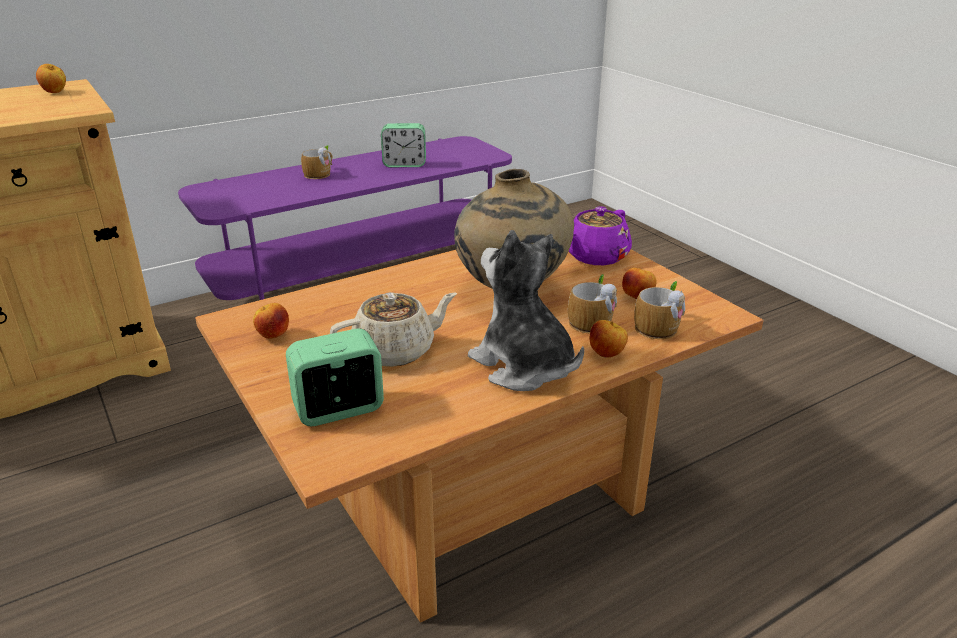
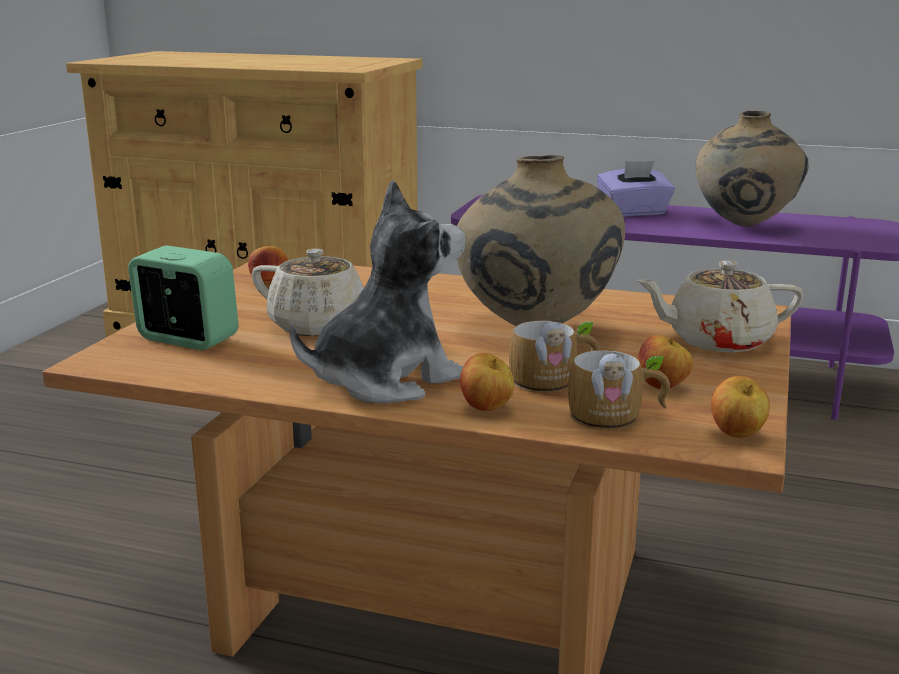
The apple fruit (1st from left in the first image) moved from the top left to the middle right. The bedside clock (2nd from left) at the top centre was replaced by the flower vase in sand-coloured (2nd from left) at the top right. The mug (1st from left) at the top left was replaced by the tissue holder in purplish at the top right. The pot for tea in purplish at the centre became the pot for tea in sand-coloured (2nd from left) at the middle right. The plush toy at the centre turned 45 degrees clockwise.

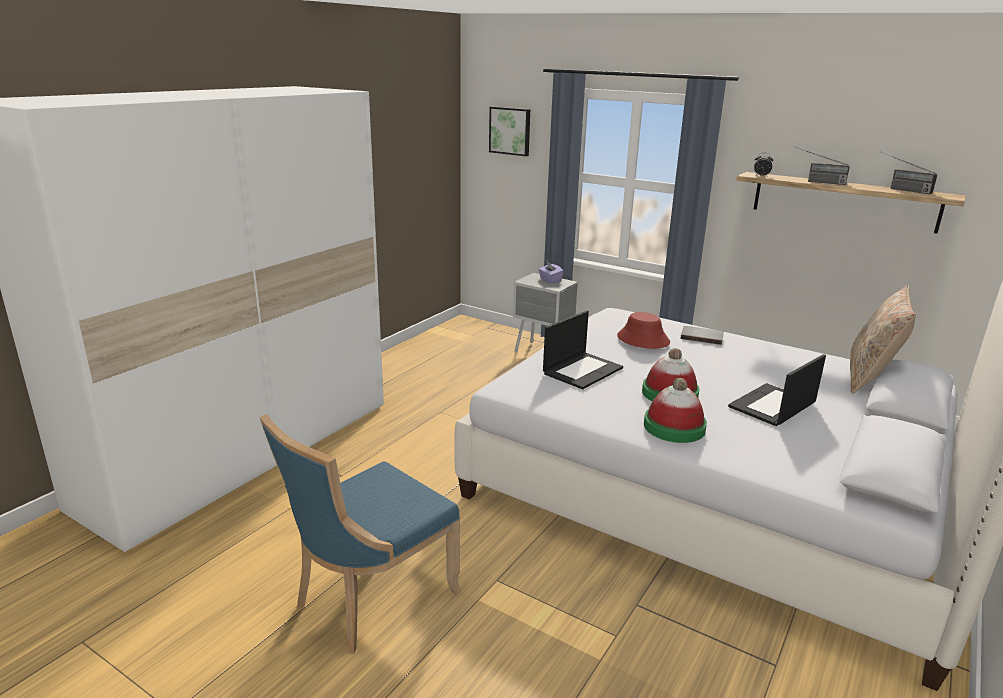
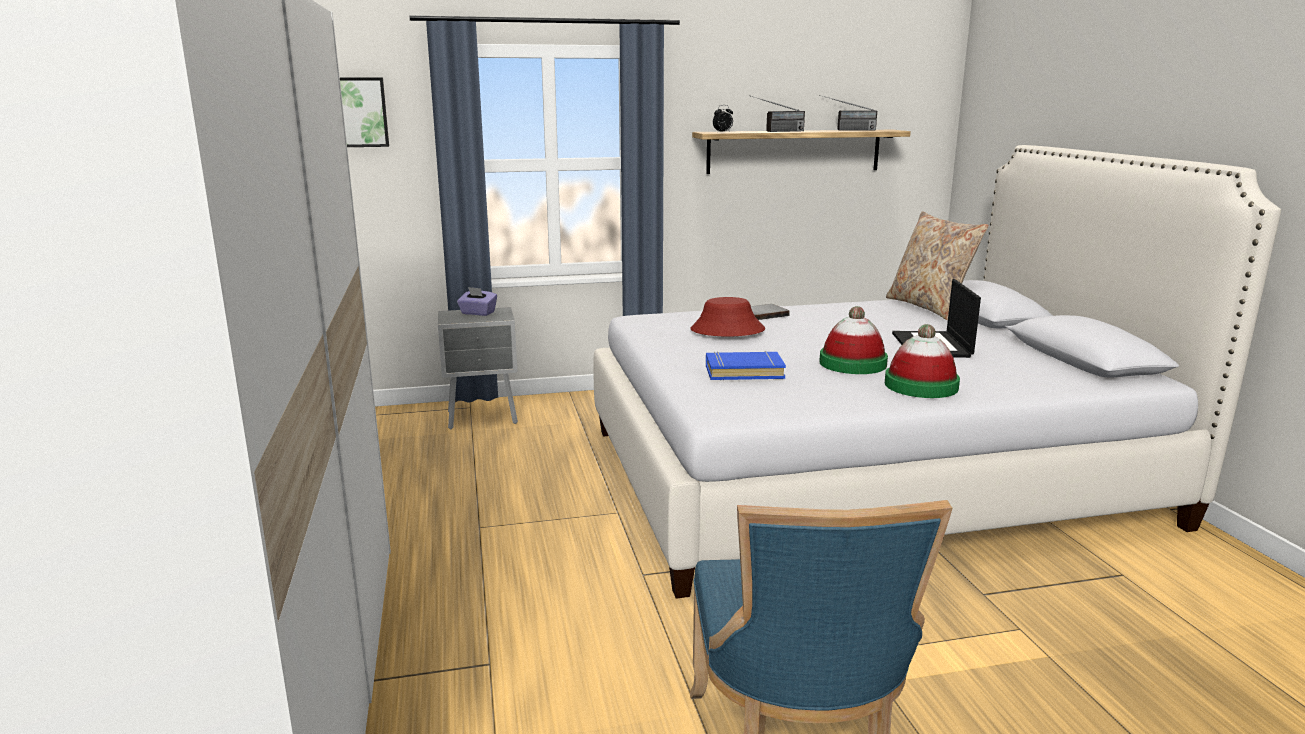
The portable computer (1st from left) at the centre was replaced by the volume in blue at the centre.

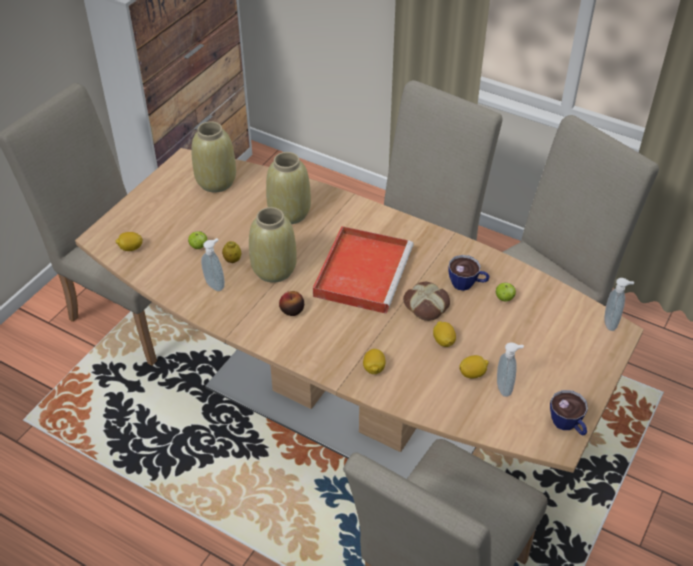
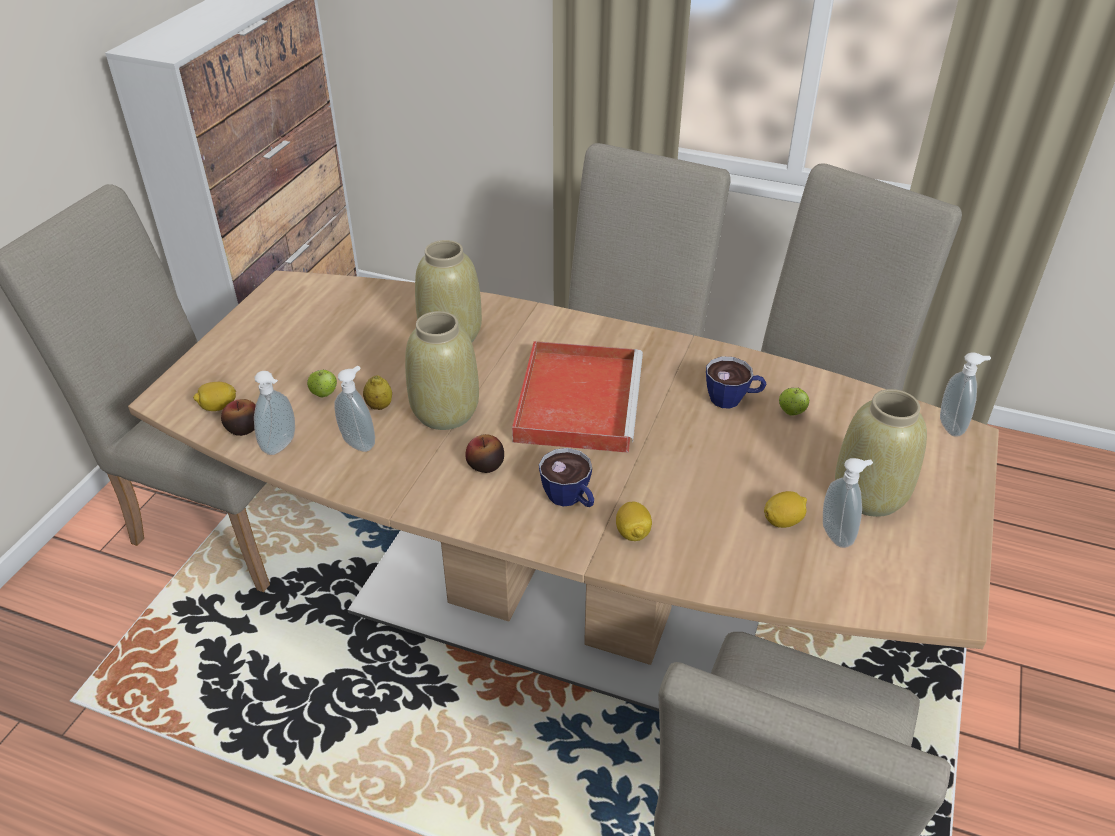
The flower vase in sand-coloured (1st from left in the first image) moved from the top left to the middle right. The baked bread at the centre disappeared. The citrus fruit (4th from left) at the centre disappeared. The cup (2nd from left in the first image) moved from the bottom right to the centre. The soap dispenser (1st from left) at the middle left appeared. The apple fruit (1st from left) at the middle left appeared.

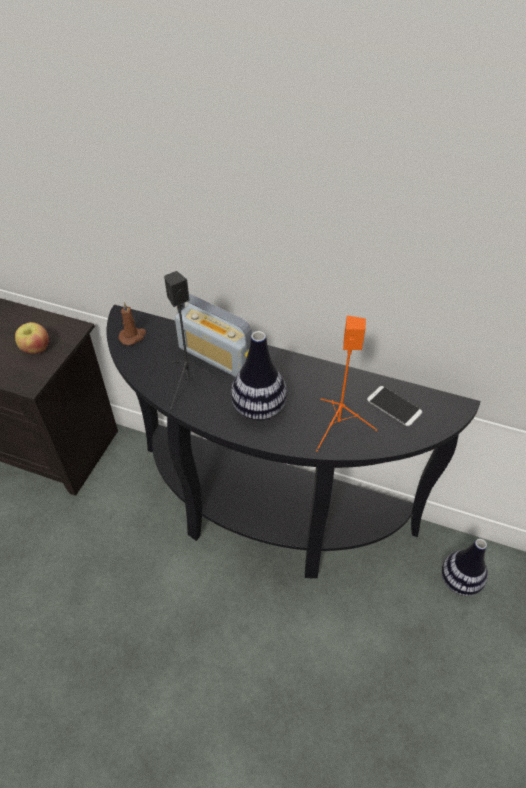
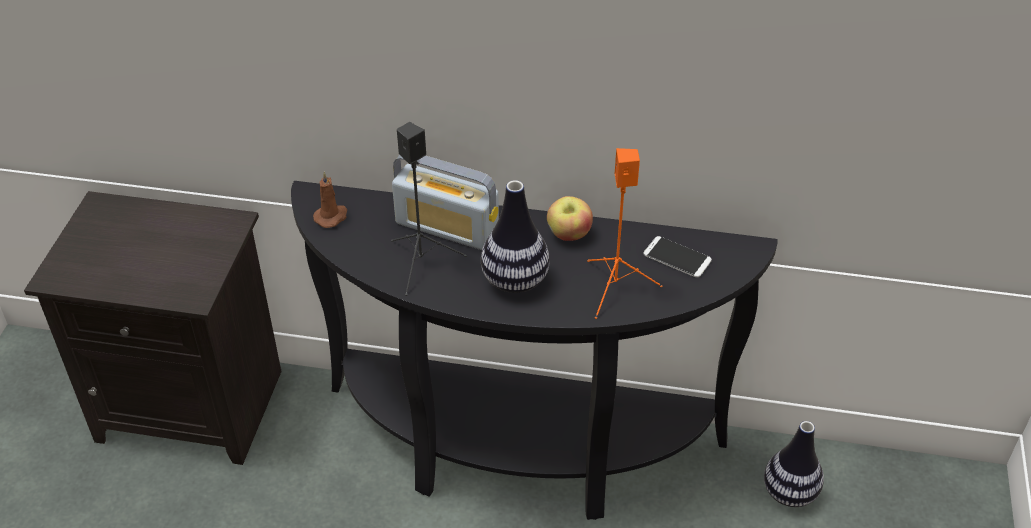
The apple fruit moved from the middle left to the centre.

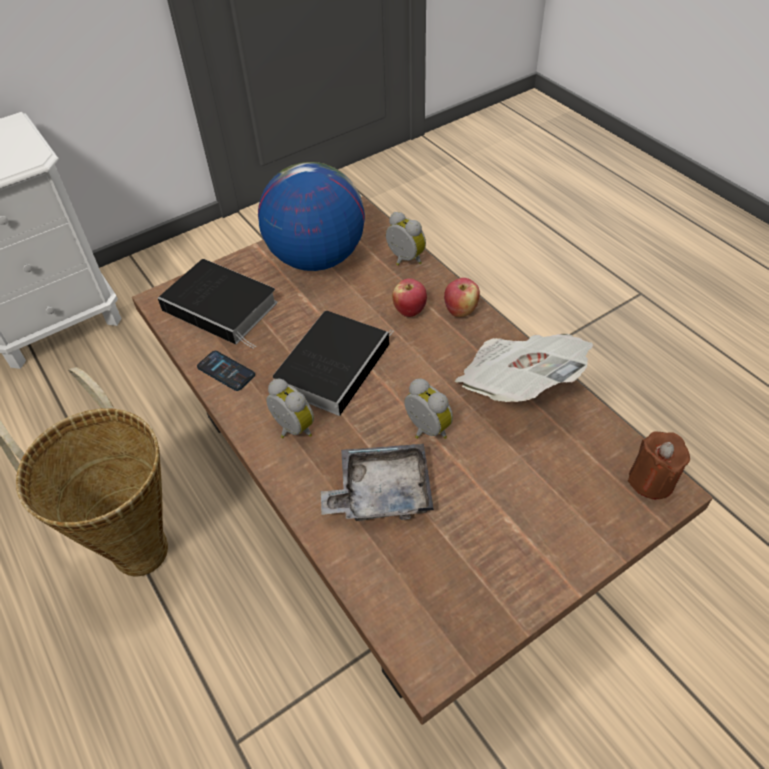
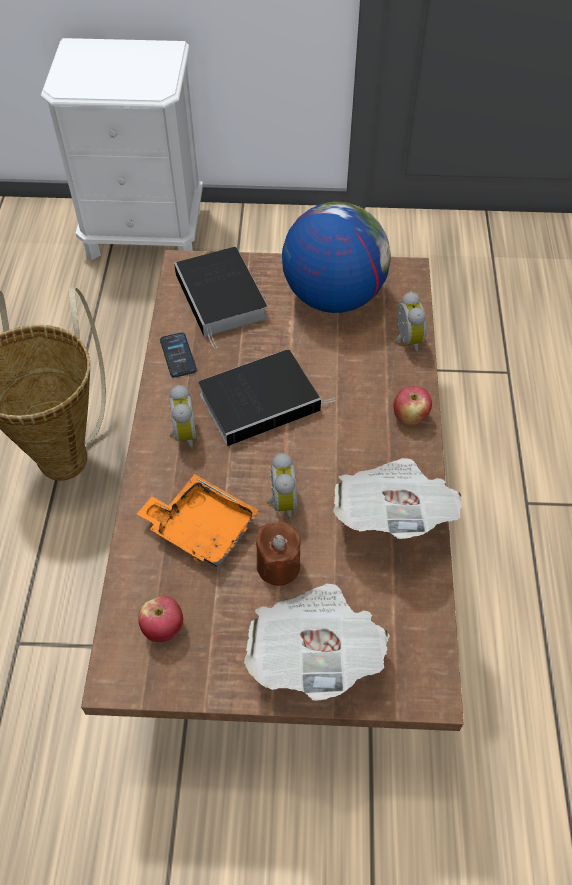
The apple fruit (1st from left) moved from the centre to the bottom left. The wax light in brown moved from the middle right to the centre. The tray in gray at the centre became the tray in orange at the centre. The daily paper (1st from left) at the bottom centre appeared.

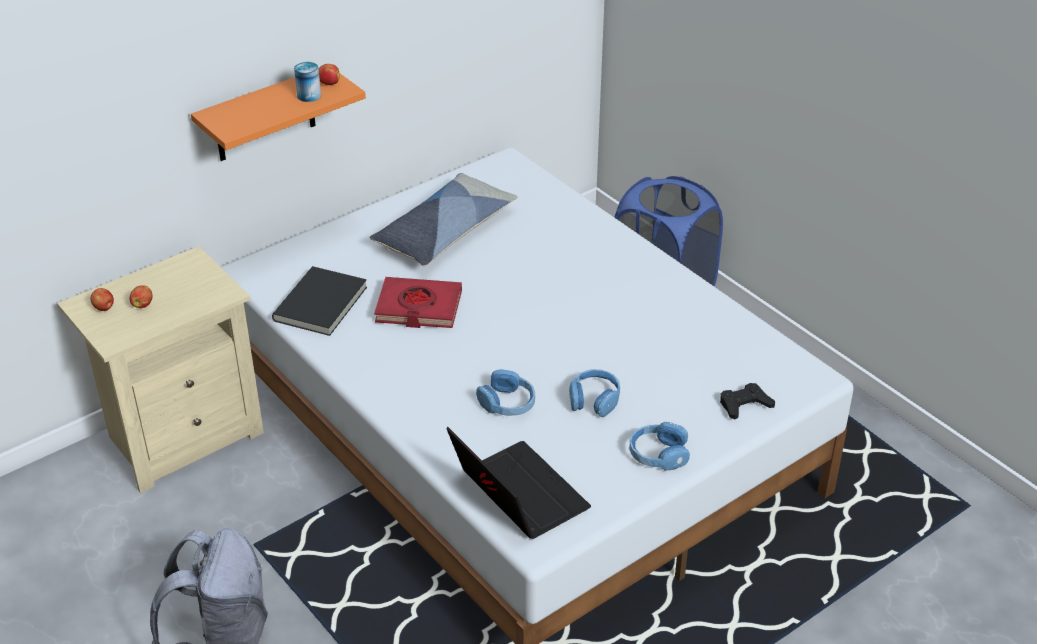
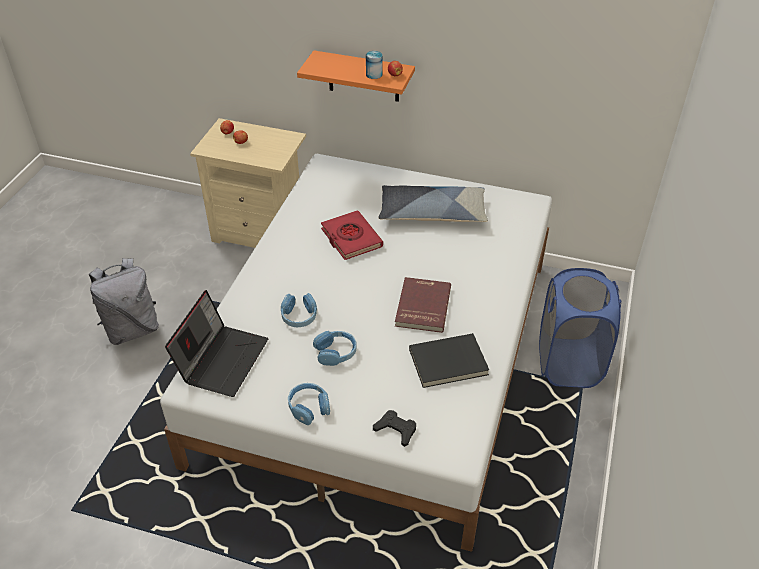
The volume in black moved from the middle left to the centre. The volume in red (2nd from left) at the centre appeared.

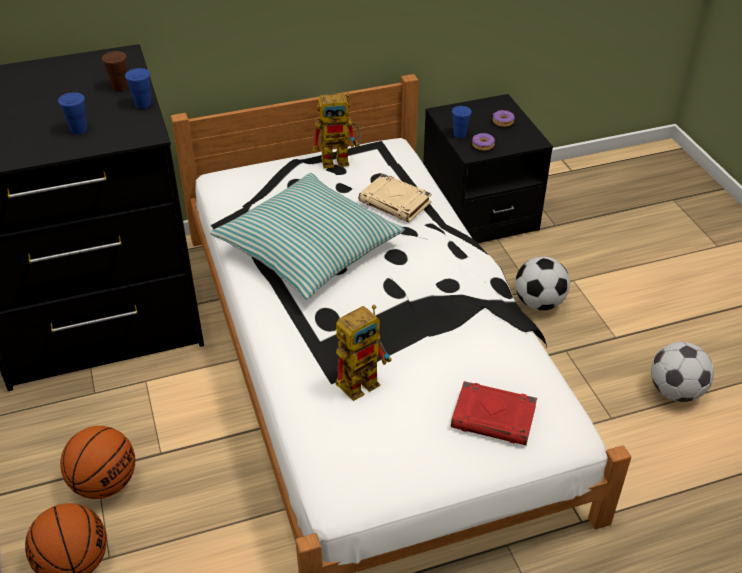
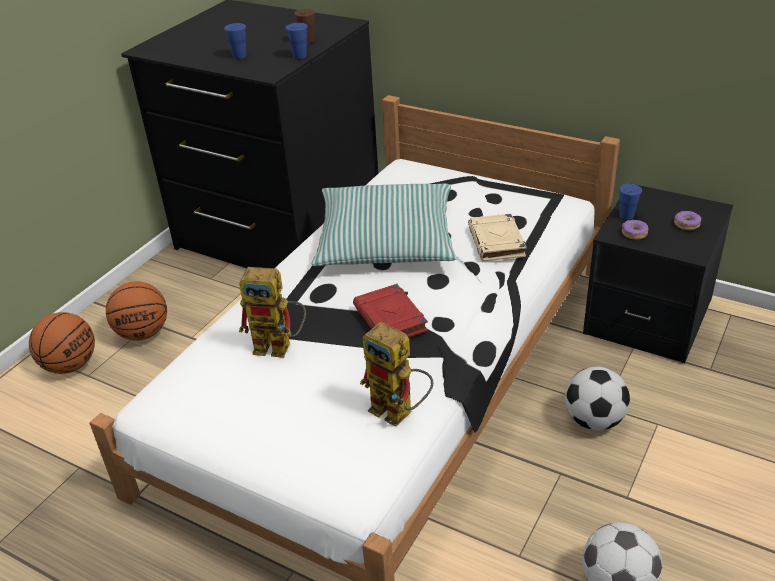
The robot figure (1st from left in the first image) moved from the top centre to the centre. The volume in red moved from the bottom centre to the centre.

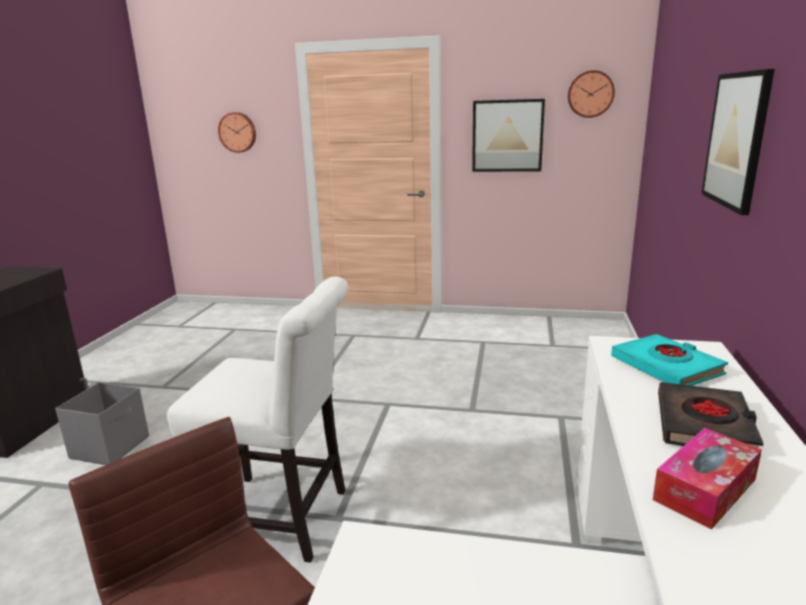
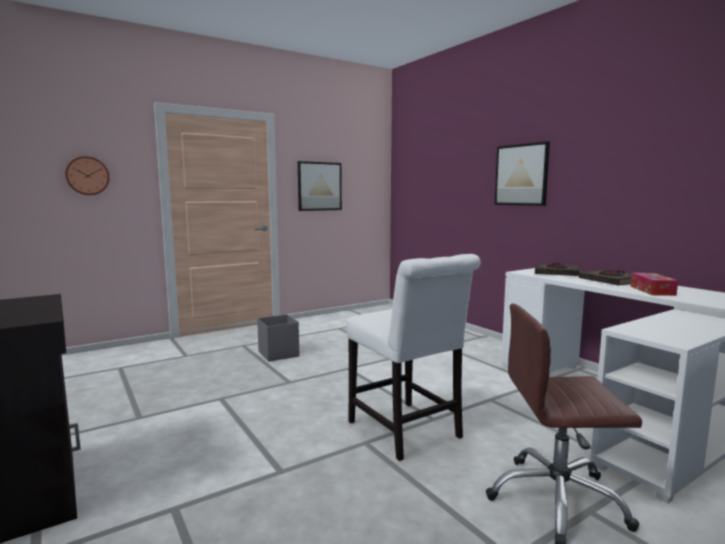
The wall clock (2nd from left) at the top right disappeared. The upright chair in white-coloured at the bottom left turned 90 degrees clockwise. The volume in blue-green at the middle right became the volume in black (1st from left) at the middle right. The storage container in gray moved from the bottom left to the centre.

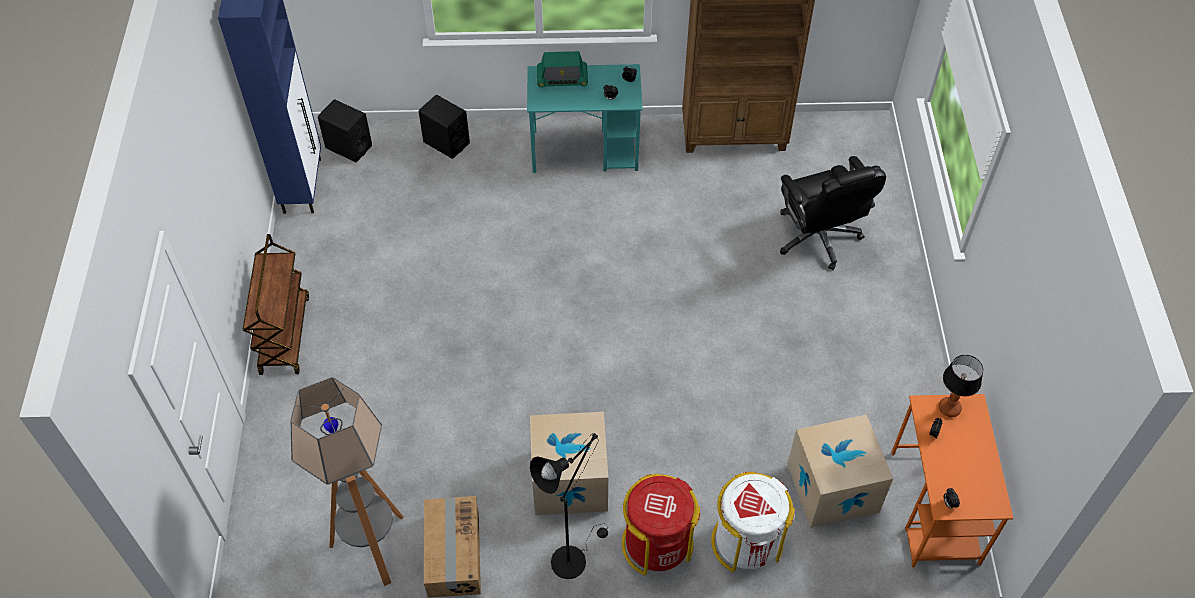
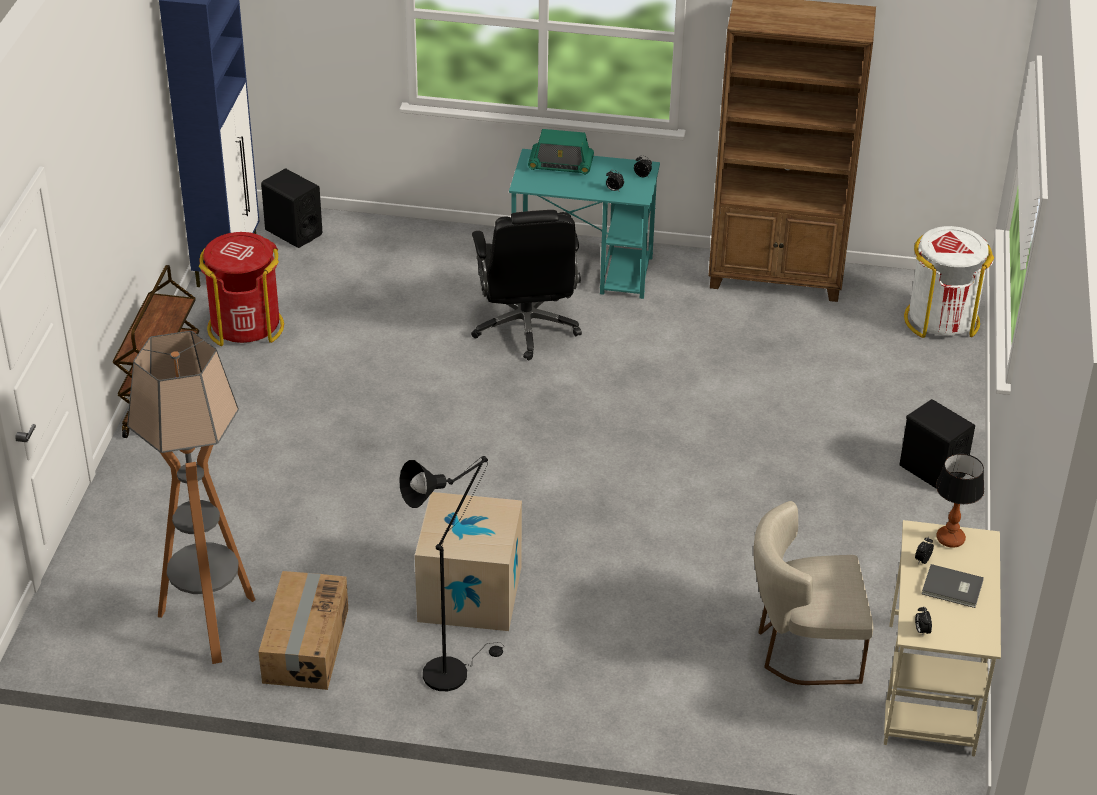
The speaker in black (2nd from left) moved from the top centre to the middle right. The office chair in black moved from the middle right to the centre. The desk unit in orange at the bottom right became the desk unit in sand-coloured at the bottom right. The packing box (3rd from left) at the bottom right was replaced by the upright chair in sand-coloured at the bottom right. The waste bin in white-coloured moved from the bottom centre to the middle right. The waste bin in red moved from the bottom centre to the middle left. The volume in gray at the bottom right appeared.

